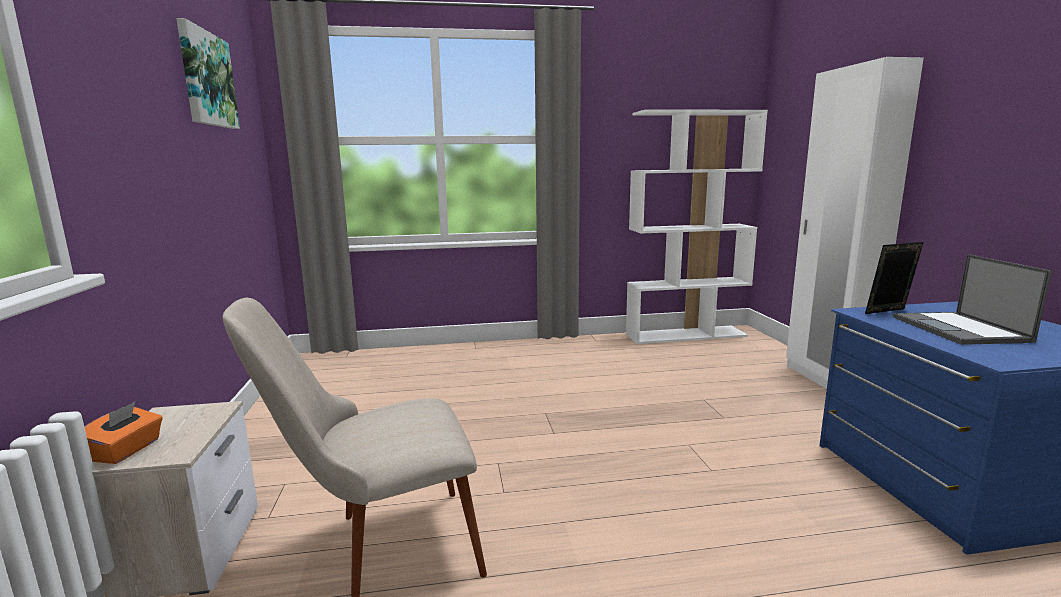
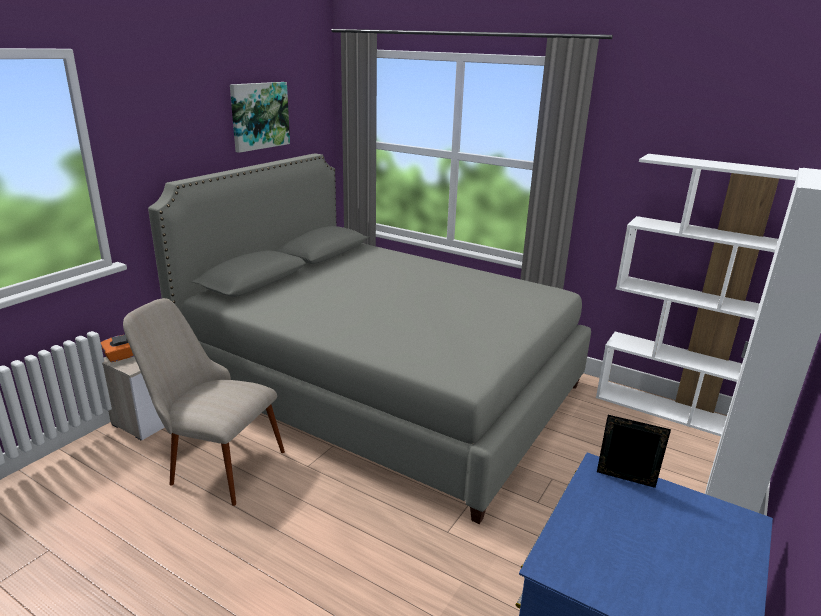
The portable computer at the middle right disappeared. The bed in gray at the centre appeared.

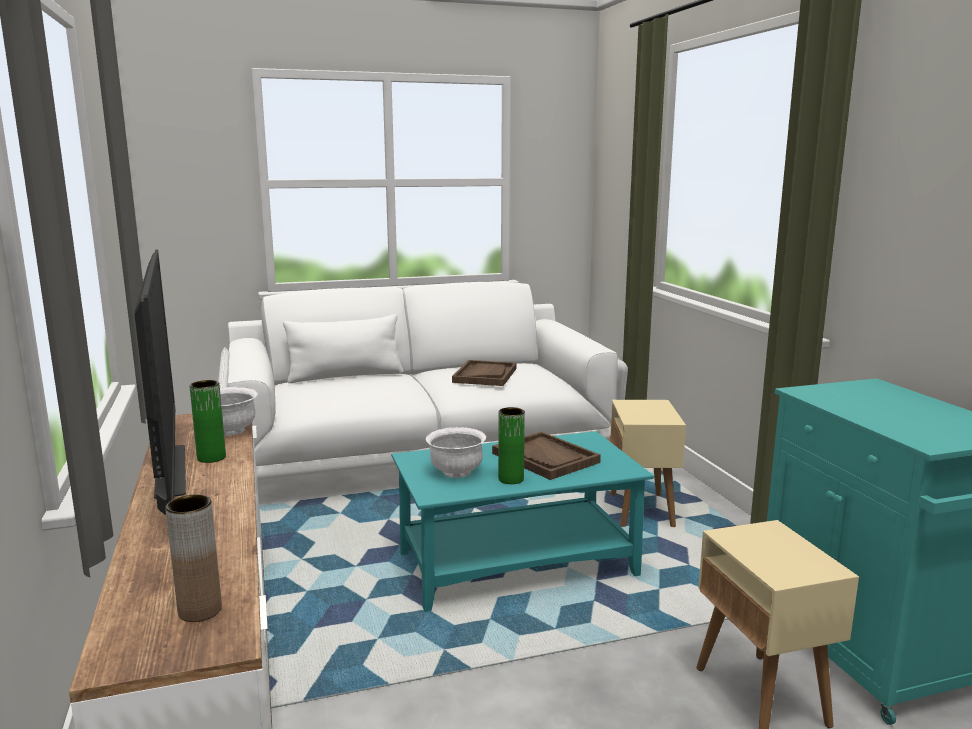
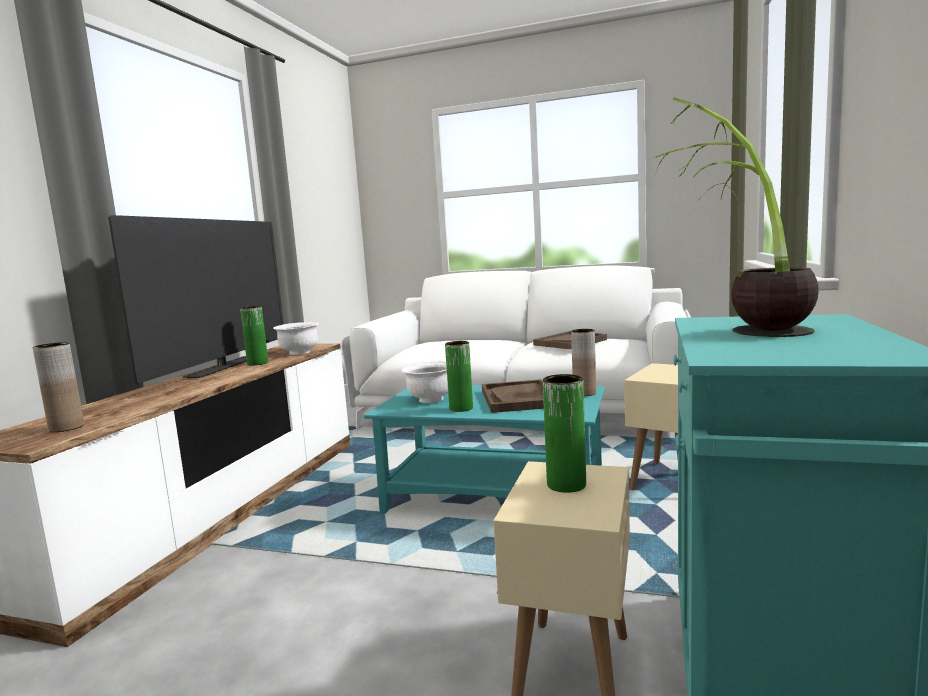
The throw pillow in white-coloured at the centre disappeared. The potted plant at the top right appeared. The flower vase in brown (2nd from left) at the centre appeared. The flower vase in greenish (3rd from left) at the centre appeared.

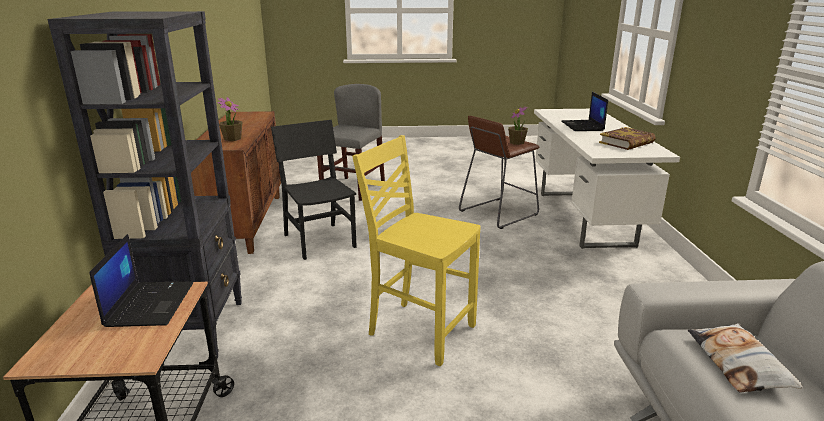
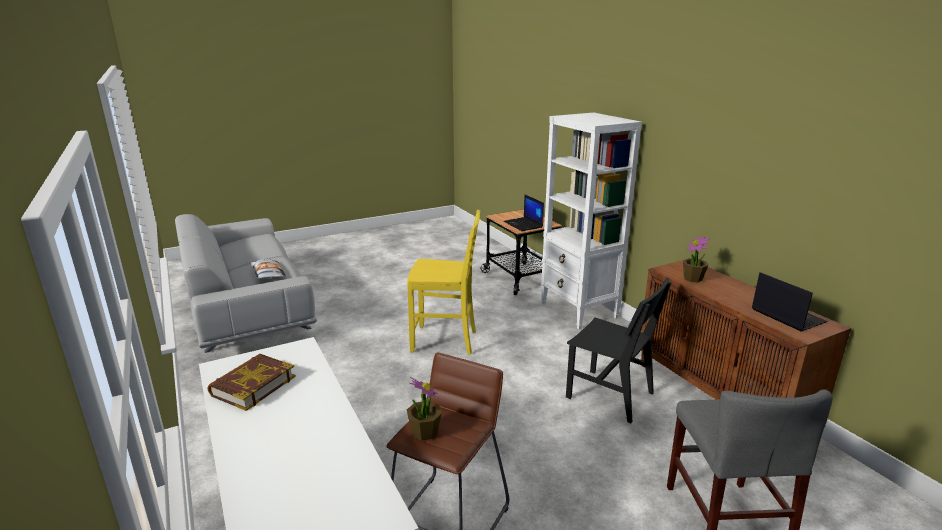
The bookcase in black at the middle left became the bookcase in white-coloured at the centre. The portable computer (2nd from left) moved from the top right to the middle right.

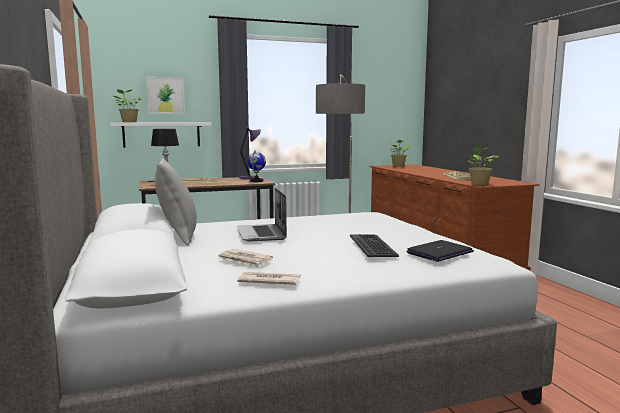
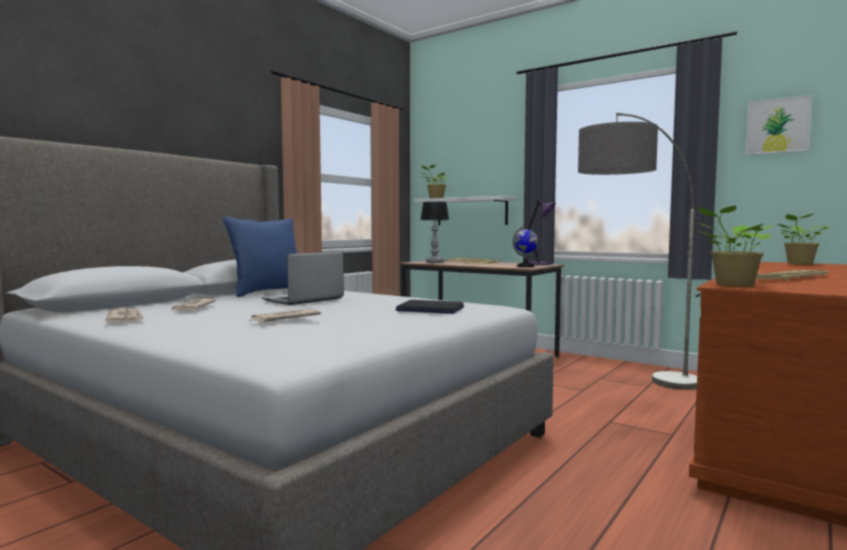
The picture moved from the top left to the top right. The throw pillow in gray at the middle left became the throw pillow in blue at the middle left. The keyboard (2nd from left) at the centre was replaced by the daily paper (3rd from left) at the centre. The portable computer (2nd from left) moved from the middle right to the centre.

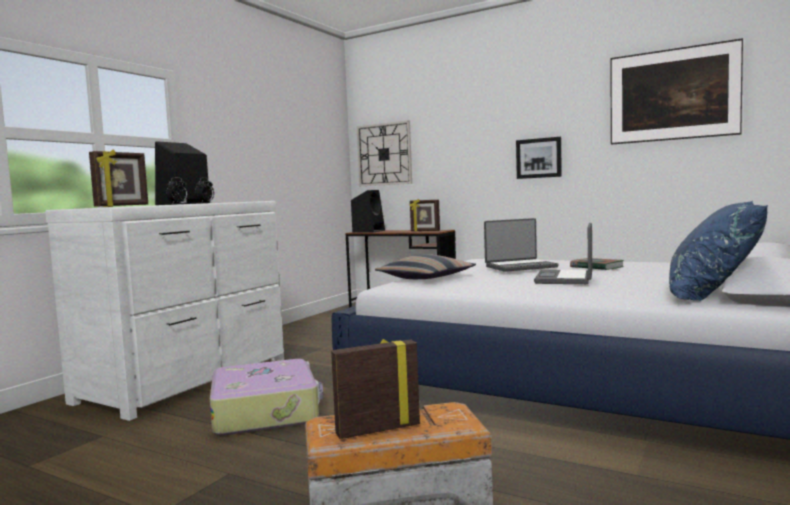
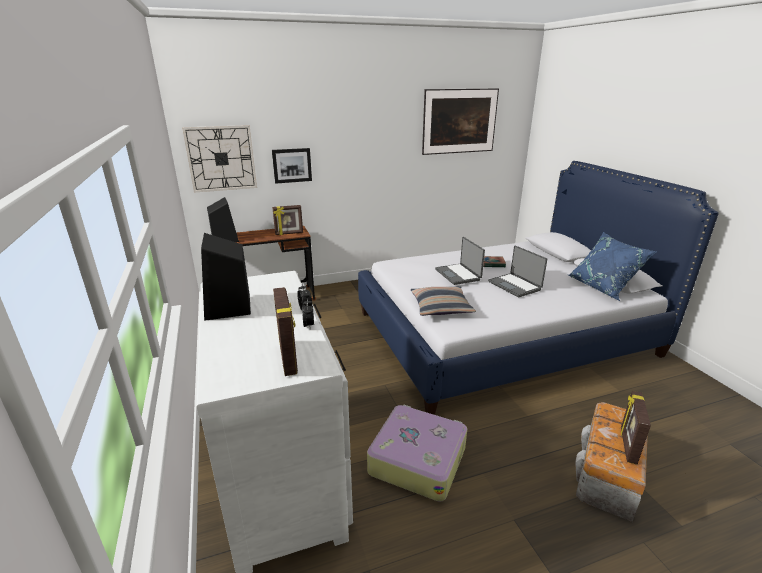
The picture (1st from left) moved from the top right to the top centre. The portable computer (1st from left) at the centre turned 135 degrees clockwise.

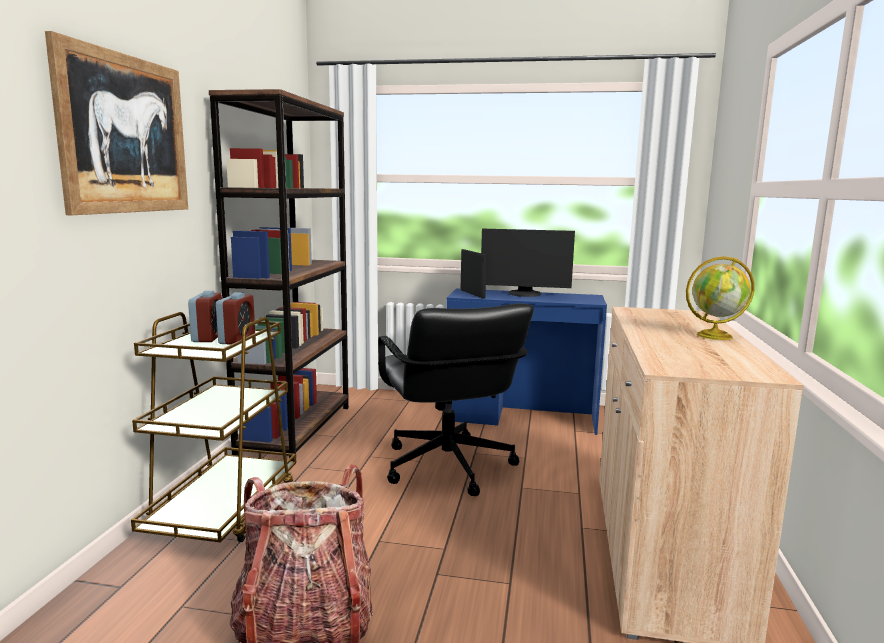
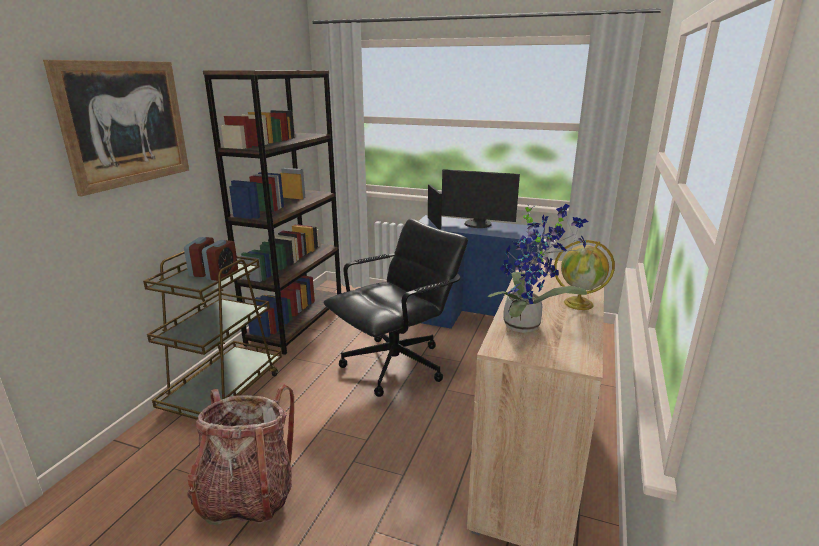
The office chair in black at the centre turned 120 degrees counterclockwise. The potted plant at the centre appeared.

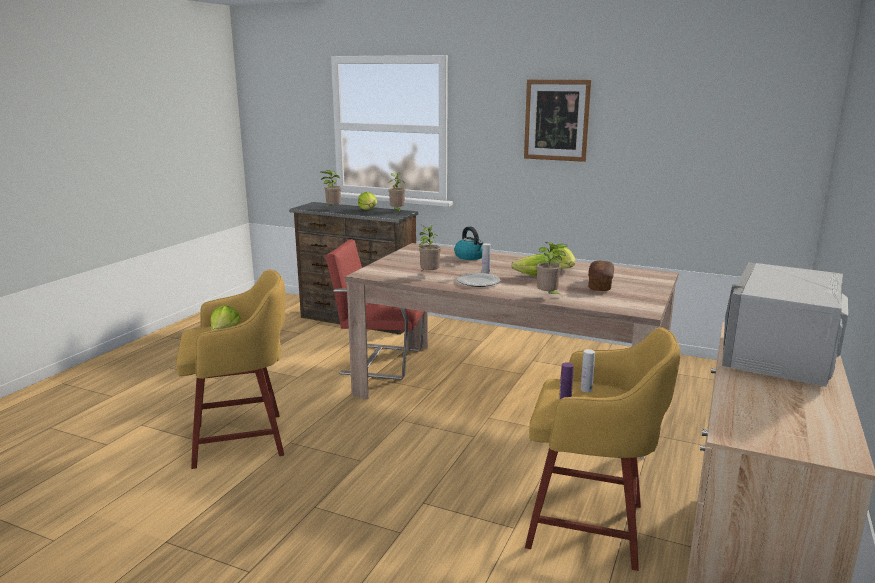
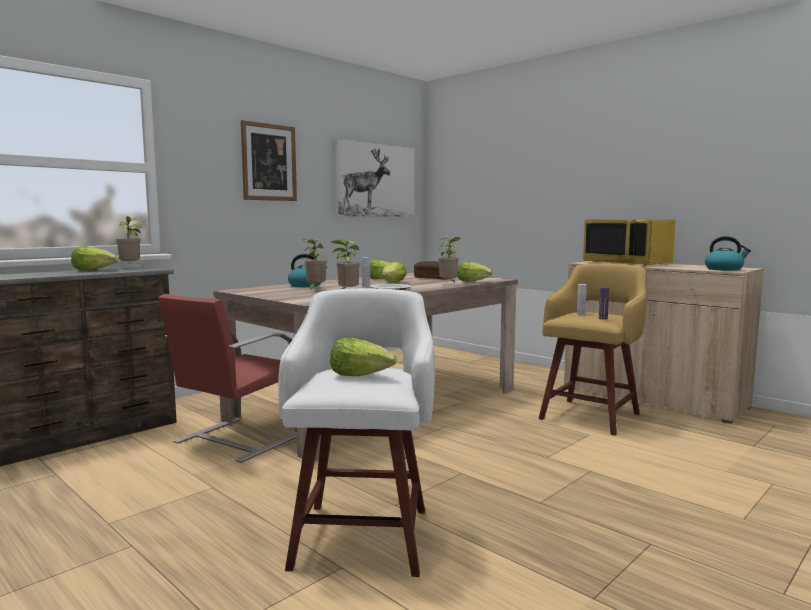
The potted plant (1st from left in the first image) moved from the top centre to the centre. The kitchen microwave in gray at the middle right became the kitchen microwave in yellow at the middle right. The sitting stool in yellow (1st from left) at the middle left became the sitting stool in white-coloured at the bottom centre. The picture (2nd from left) at the top centre appeared. The kettle (2nd from left) at the middle right appeared. The head of lettuce (5th from left) at the centre appeared.

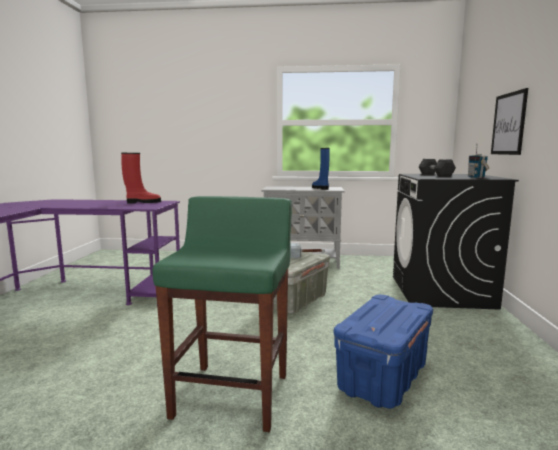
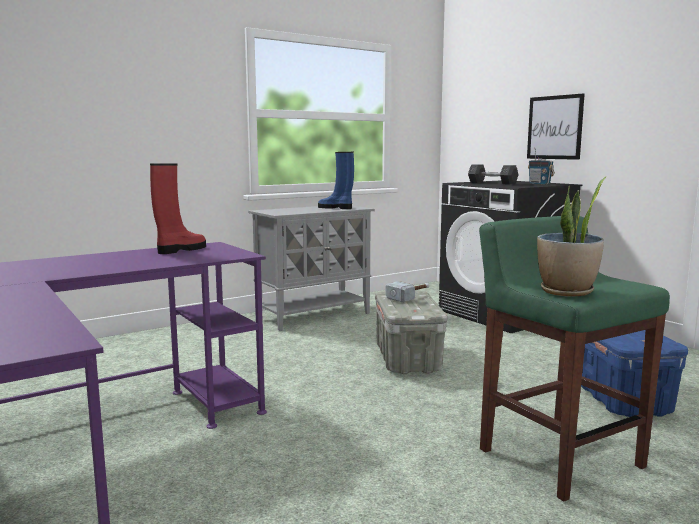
The potted plant at the middle right appeared.

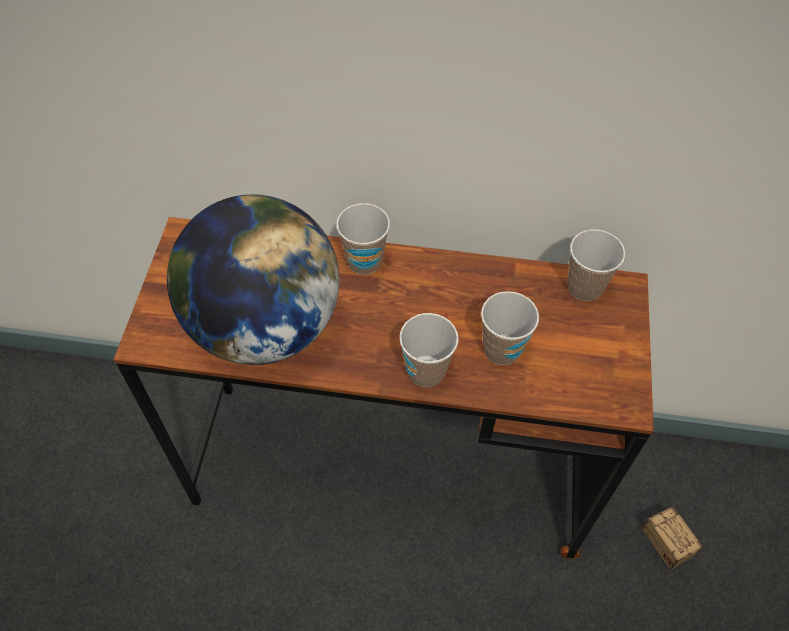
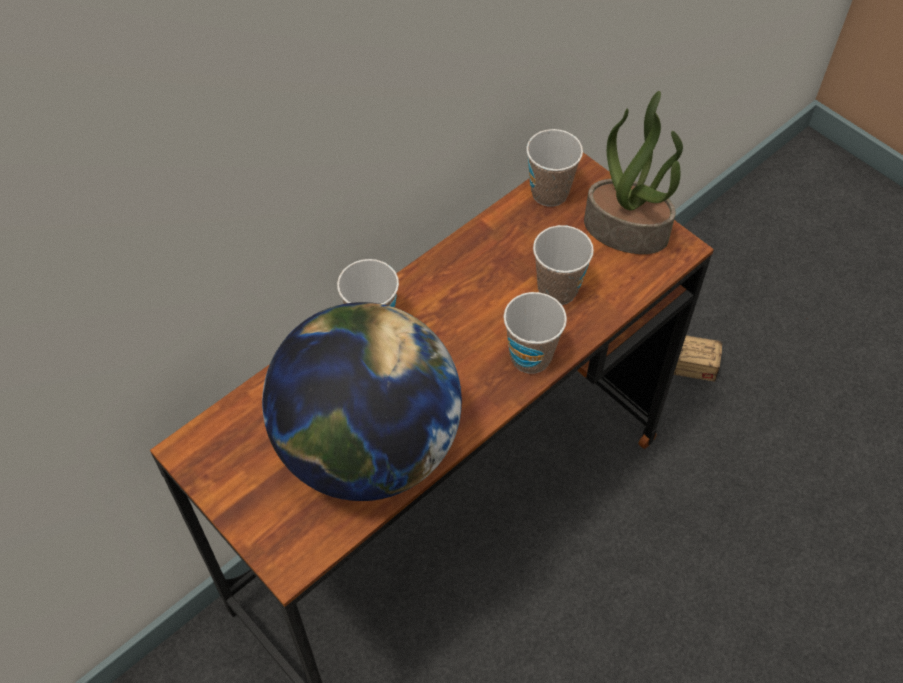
The potted plant at the top right appeared.

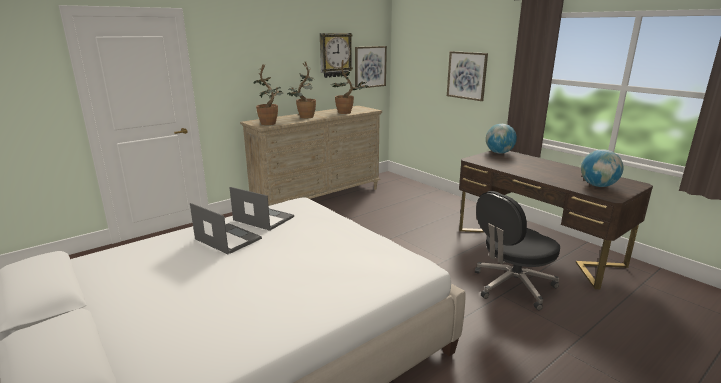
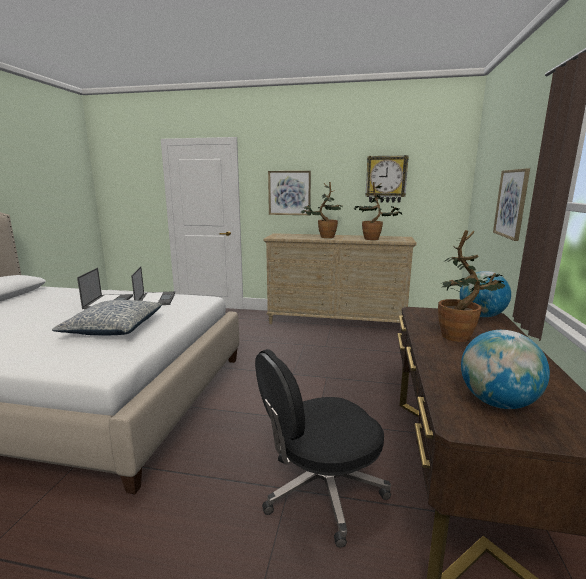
The picture (1st from left) moved from the top centre to the centre. The potted plant (1st from left in the first image) moved from the top centre to the middle right. The office chair in black at the middle right turned 45 degrees counterclockwise. The throw pillow at the middle left appeared.

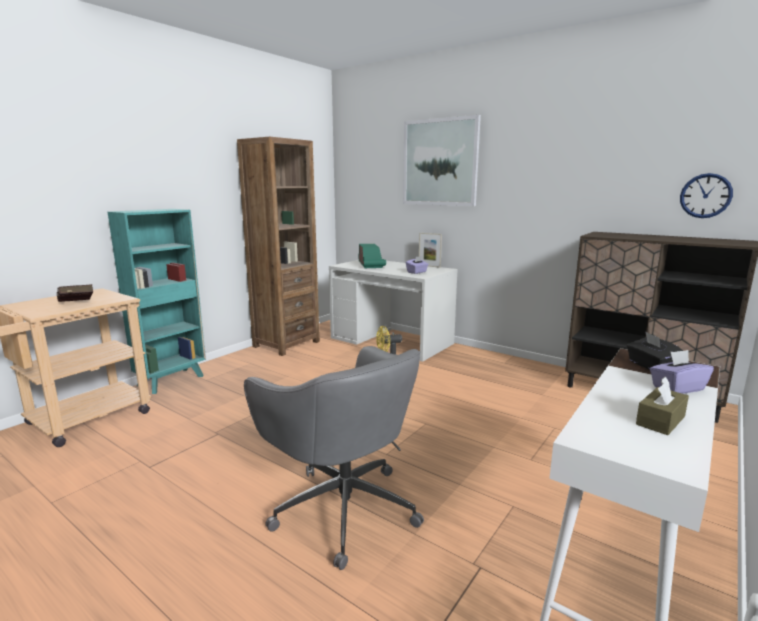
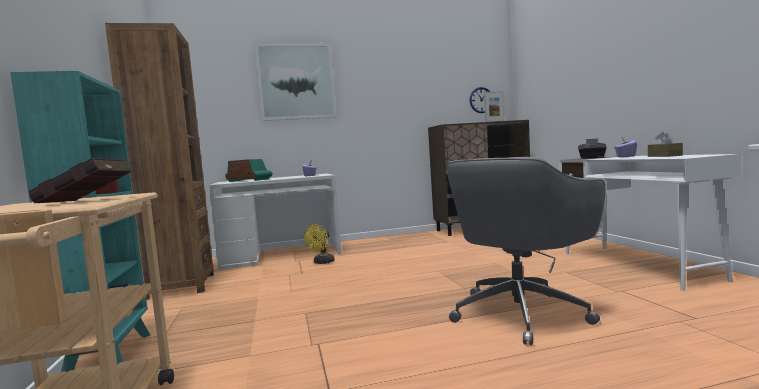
The photo frame moved from the centre to the top centre. The office chair in gray at the bottom centre turned 135 degrees clockwise.

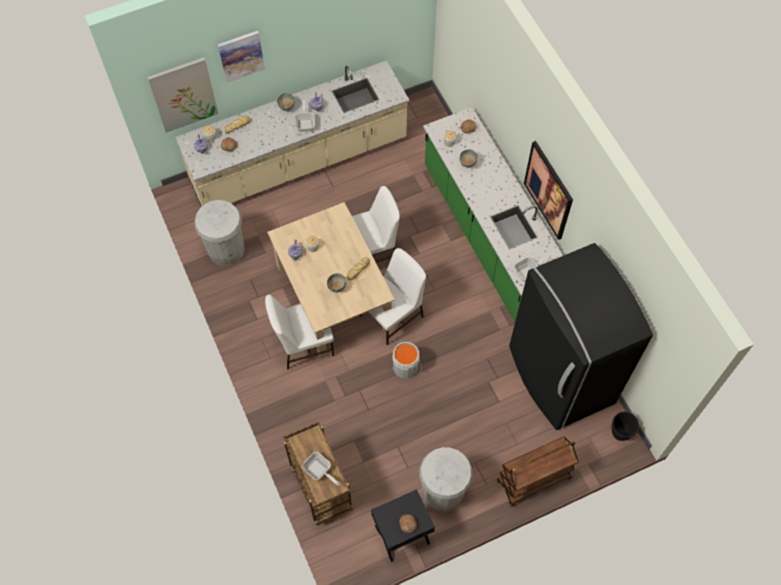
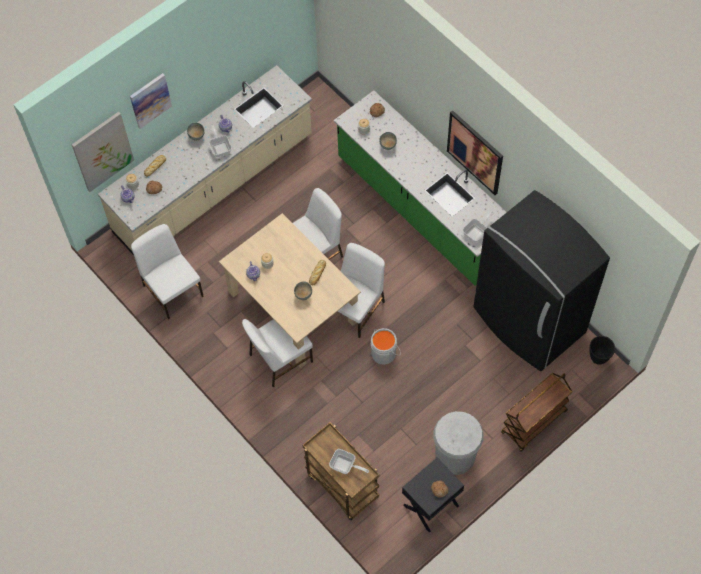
The waste bin in white-coloured (1st from left) at the middle left was replaced by the upright chair in white-coloured (1st from left) at the middle left.

